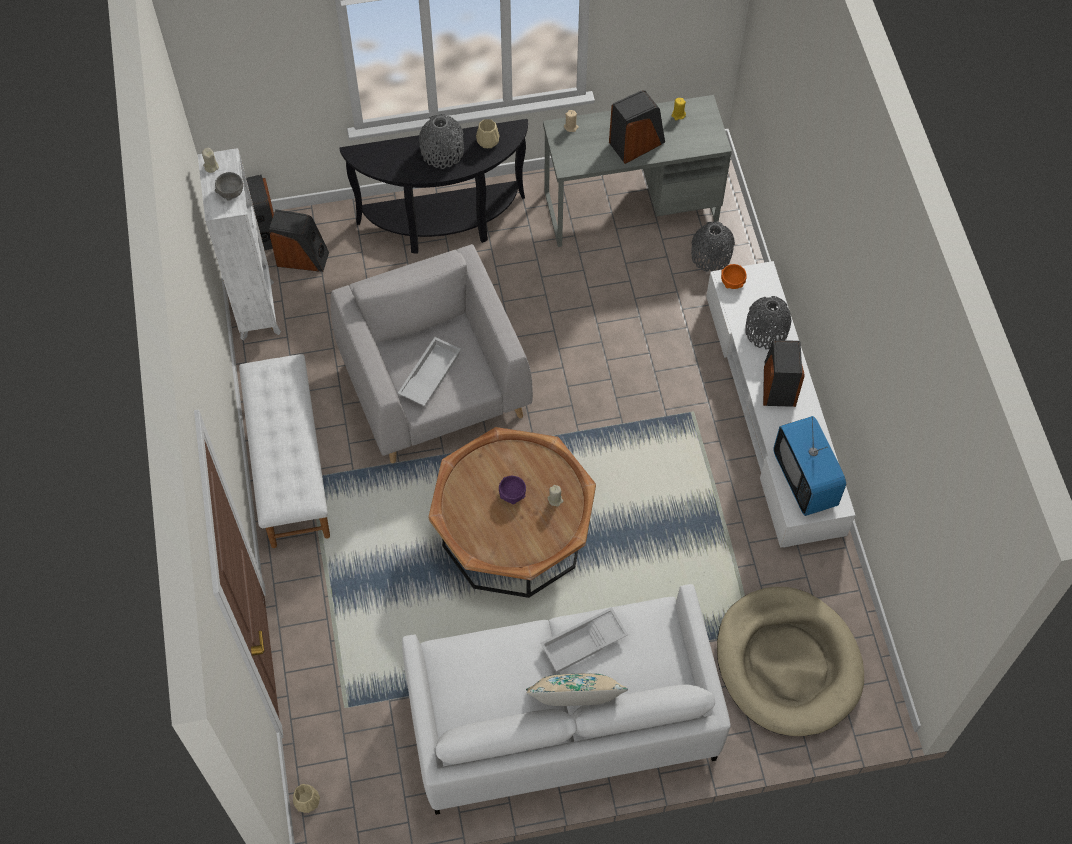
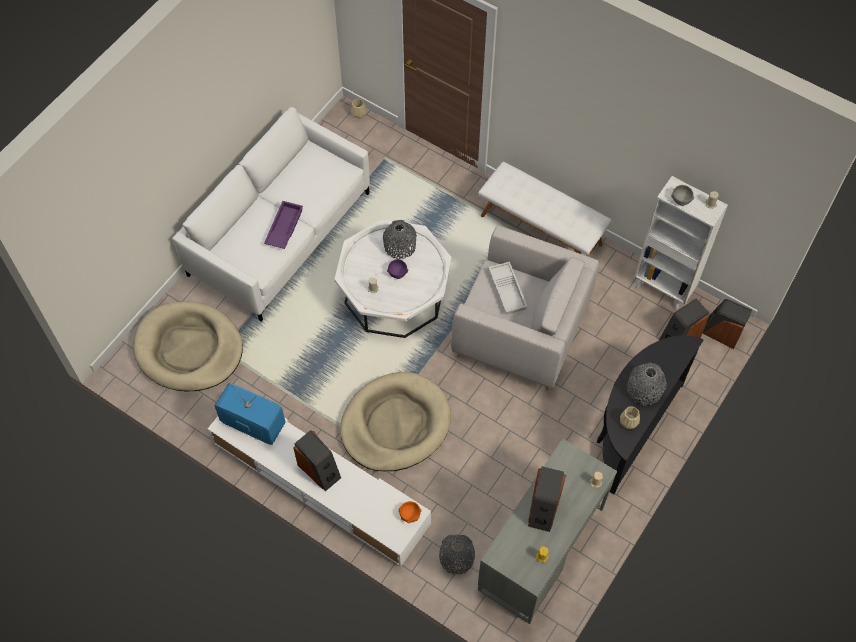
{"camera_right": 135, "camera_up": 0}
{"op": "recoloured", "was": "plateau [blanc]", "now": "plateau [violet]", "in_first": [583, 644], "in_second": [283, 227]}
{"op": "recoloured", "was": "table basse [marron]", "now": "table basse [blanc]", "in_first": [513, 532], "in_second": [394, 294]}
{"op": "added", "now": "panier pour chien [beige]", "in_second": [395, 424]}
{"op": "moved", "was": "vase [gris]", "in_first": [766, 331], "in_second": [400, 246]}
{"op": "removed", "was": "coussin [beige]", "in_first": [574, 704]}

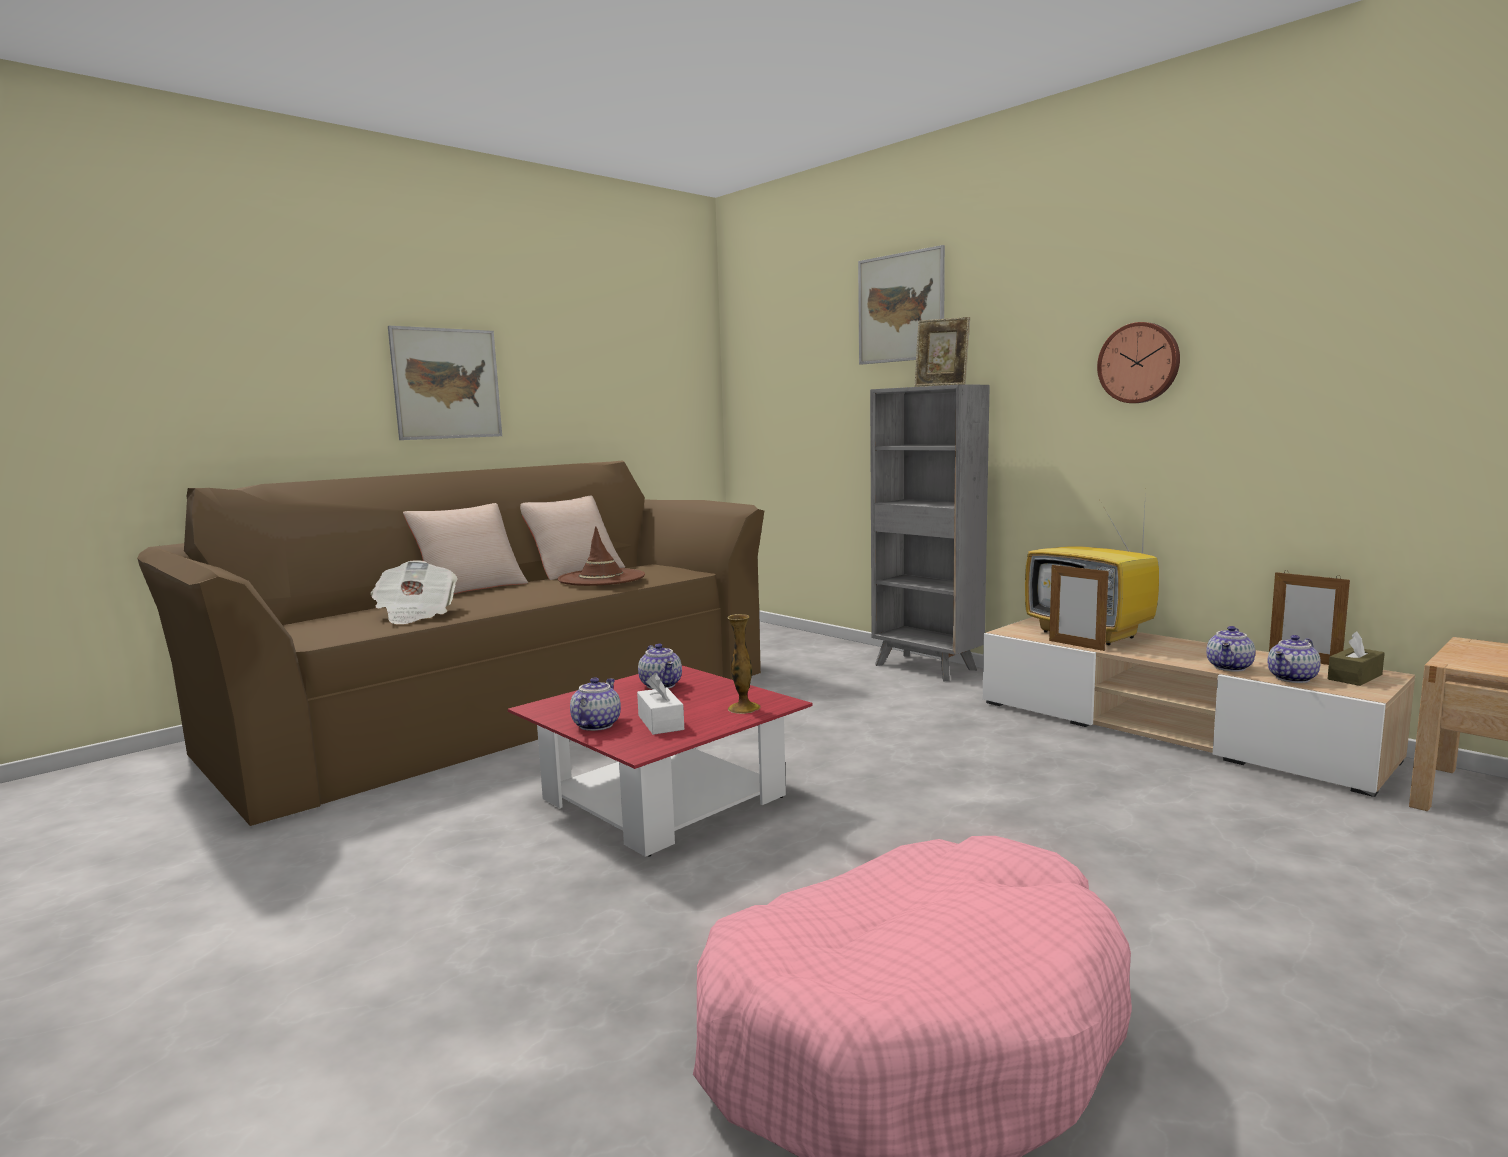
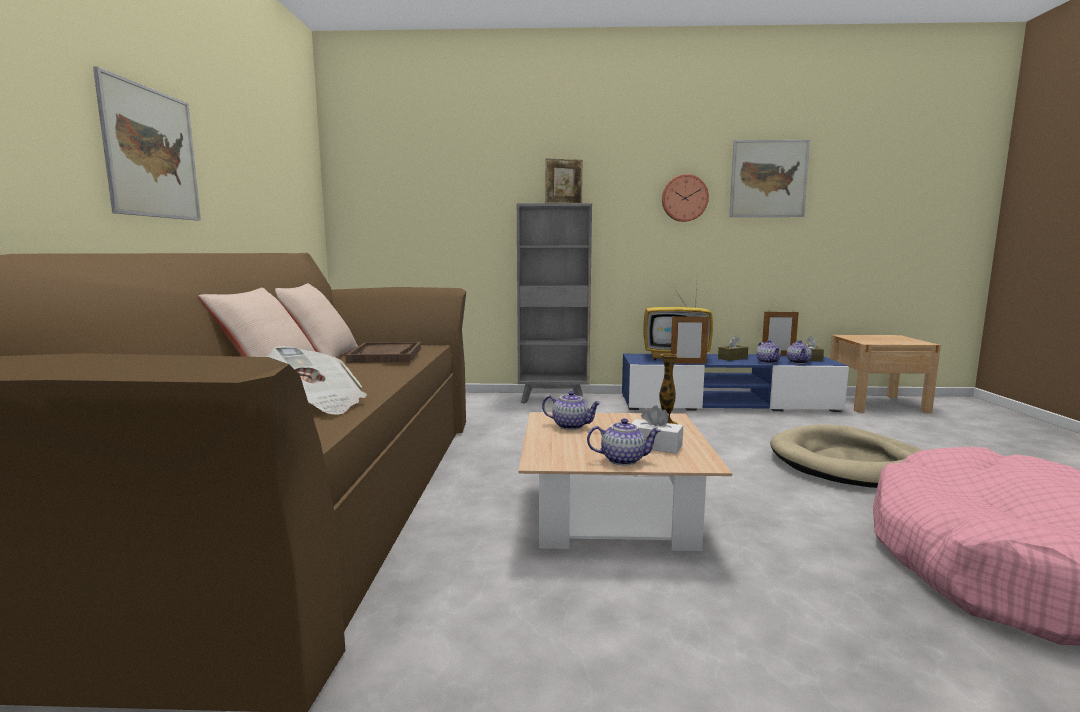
{"camera_right": -45, "camera_up": 0}
{"op": "replaced", "was": "chapeau [marron]", "now": "plateau [marron]", "in_first": [601, 578], "in_second": [386, 355]}
{"op": "recoloured", "was": "table basse [rouge]", "now": "table basse [beige]", "in_first": [663, 798], "in_second": [612, 514]}
{"op": "turned", "was": "théière", "in_first": [595, 725], "in_second": [623, 460], "clockwise": 120}
{"op": "recoloured", "was": "meuble télé [beige]", "now": "meuble télé [bleu]", "in_first": [1171, 729], "in_second": [726, 403]}
{"op": "added", "now": "boîte à mouchoirs [marron]", "in_second": [732, 358]}
{"op": "moved", "was": "tableau", "in_first": [900, 308], "in_second": [768, 179]}
{"op": "added", "now": "panier pour chien [beige]", "in_second": [850, 463]}

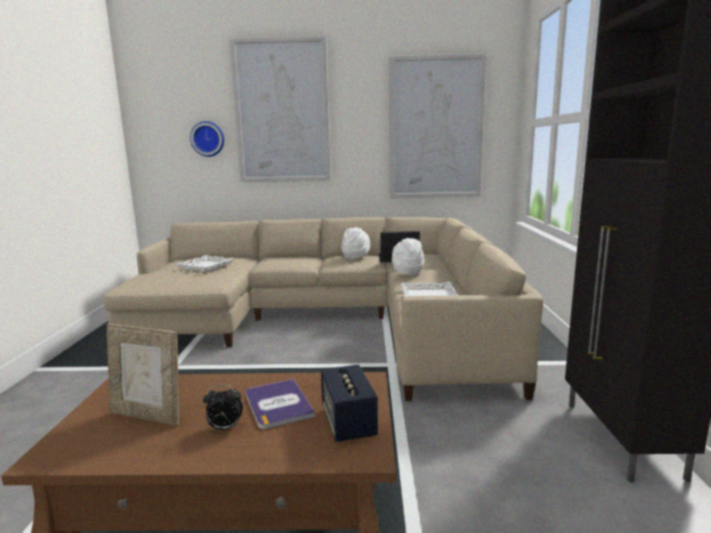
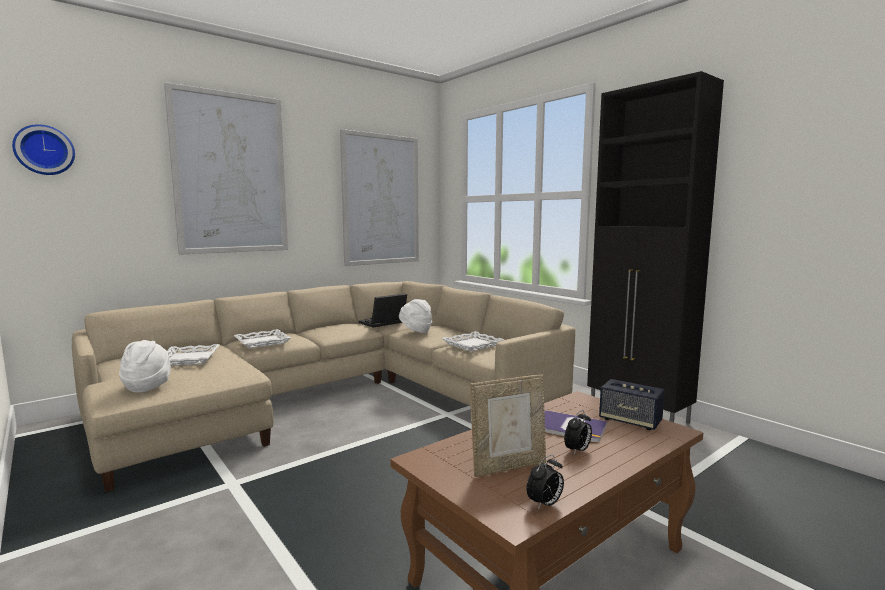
{"camera_right": -40, "camera_up": -5}
{"op": "moved", "was": "horloge murale", "in_first": [208, 139], "in_second": [44, 150]}
{"op": "moved", "was": "chapeau [blanc]", "in_first": [356, 257], "in_second": [147, 386]}
{"op": "added", "now": "plateau [blanc]", "in_second": [262, 342]}
{"op": "added", "now": "réveil", "in_second": [545, 504]}

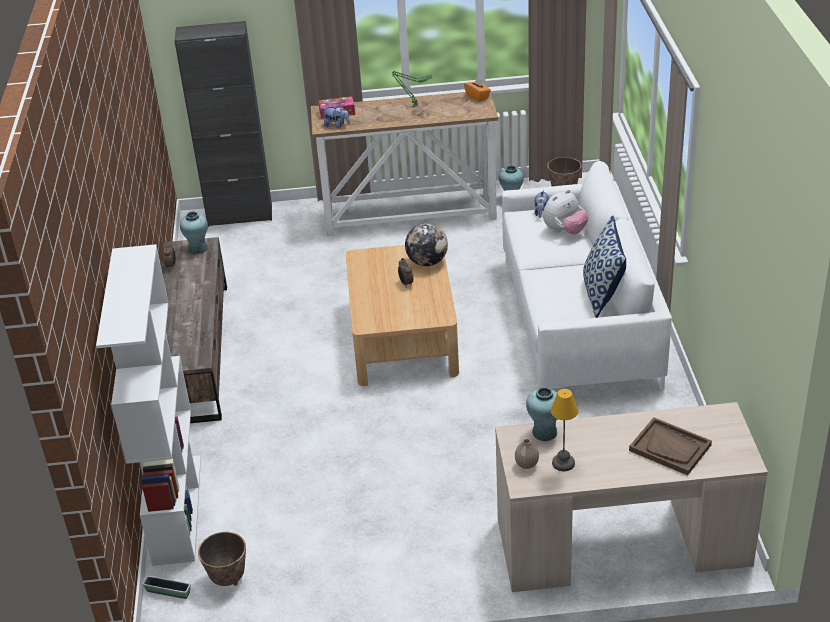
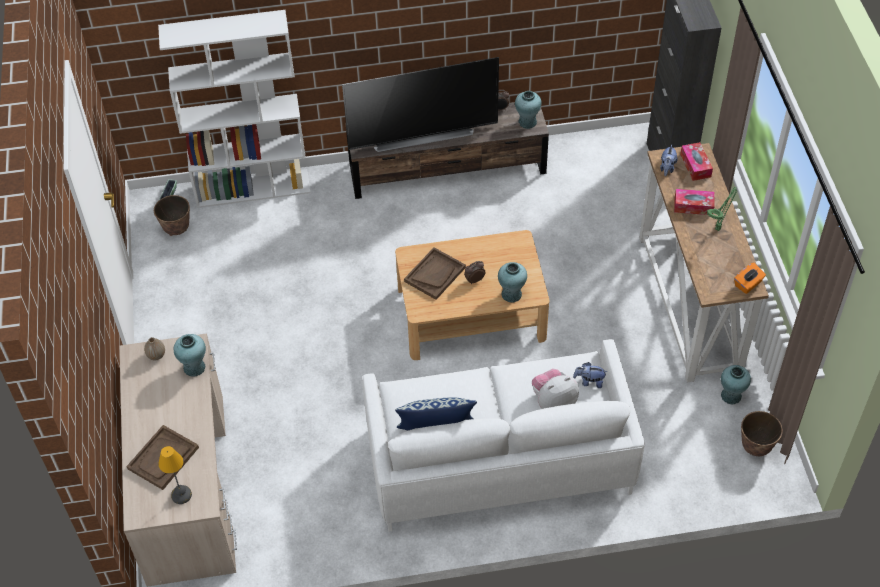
{"camera_right": 85, "camera_up": 15}
{"op": "moved", "was": "lampe de table", "in_first": [563, 463], "in_second": [181, 494]}
{"op": "added", "now": "téléviseur", "in_second": [422, 134]}
{"op": "added", "now": "plateau [marron]", "in_second": [435, 274]}
{"op": "replaced", "was": "globe", "now": "vase [turquoise]", "in_first": [427, 262], "in_second": [511, 294]}
{"op": "turned", "was": "peluche", "in_first": [564, 231], "in_second": [553, 402], "clockwise": 105}
{"op": "added", "now": "boîte à mouchoirs", "in_second": [693, 206]}

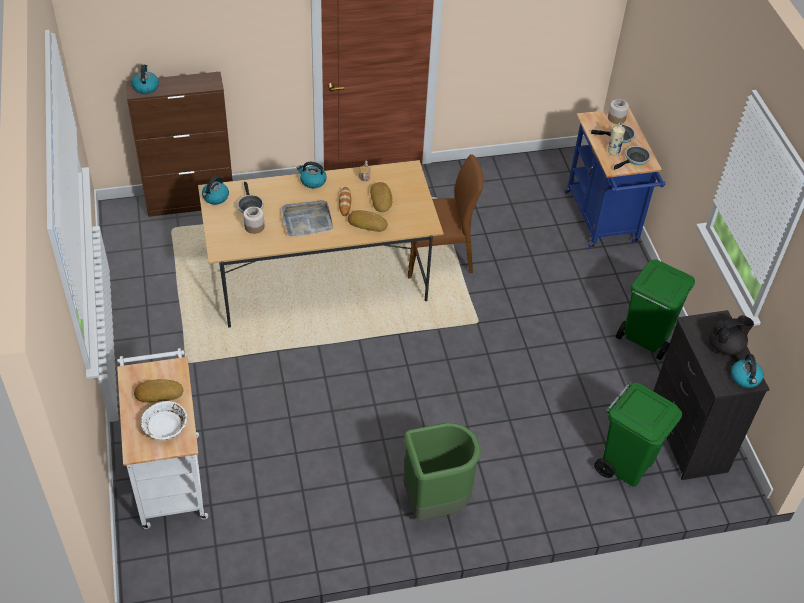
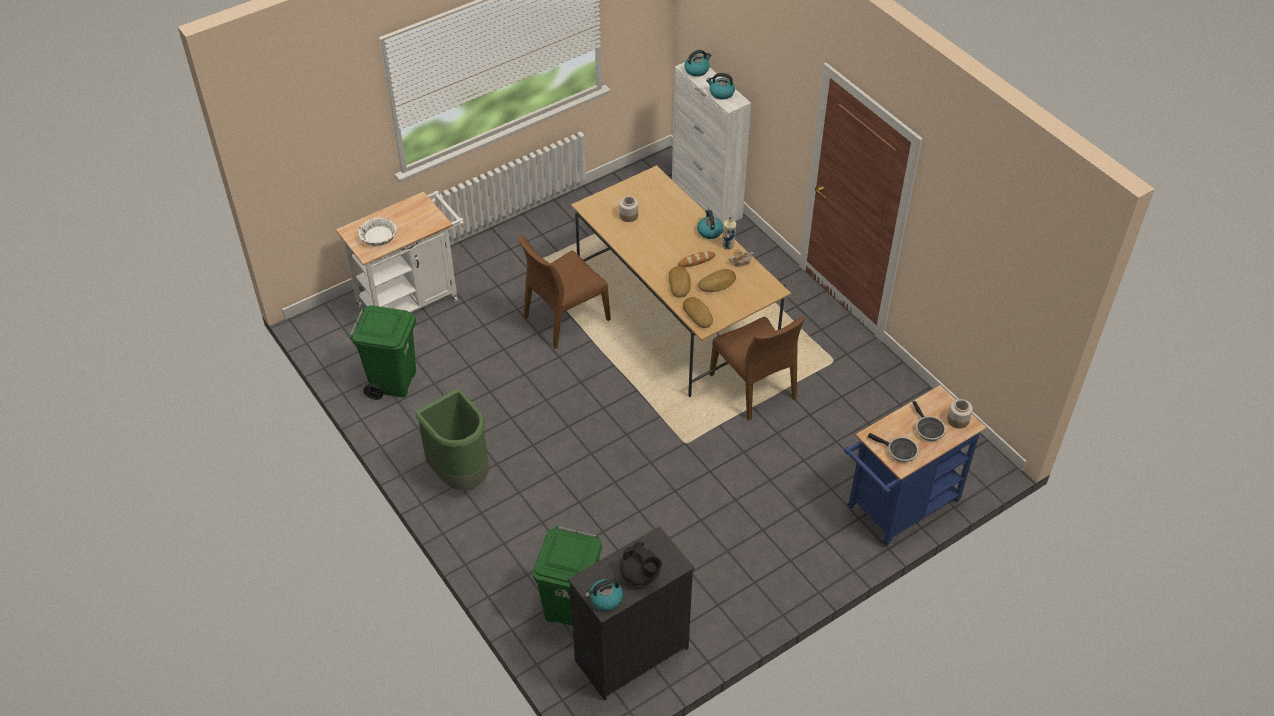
{"camera_right": 70, "camera_up": 0}
{"op": "moved", "was": "poubelle [vert]", "in_first": [645, 338], "in_second": [393, 382]}
{"op": "added", "now": "chaise [marron]", "in_second": [565, 318]}
{"op": "recoloured", "was": "meuble de rangement [marron]", "now": "meuble de rangement [blanc]", "in_first": [191, 202], "in_second": [706, 199]}
{"op": "moved", "was": "pain", "in_first": [158, 393], "in_second": [698, 314]}
{"op": "moved", "was": "bouilloire", "in_first": [215, 197], "in_second": [721, 93]}
{"op": "moved", "was": "bouteille [beige]", "in_first": [613, 152], "in_second": [728, 245]}
{"op": "removed", "was": "poêle", "in_first": [249, 206]}
{"op": "removed", "was": "plateau [gris]", "in_first": [306, 220]}

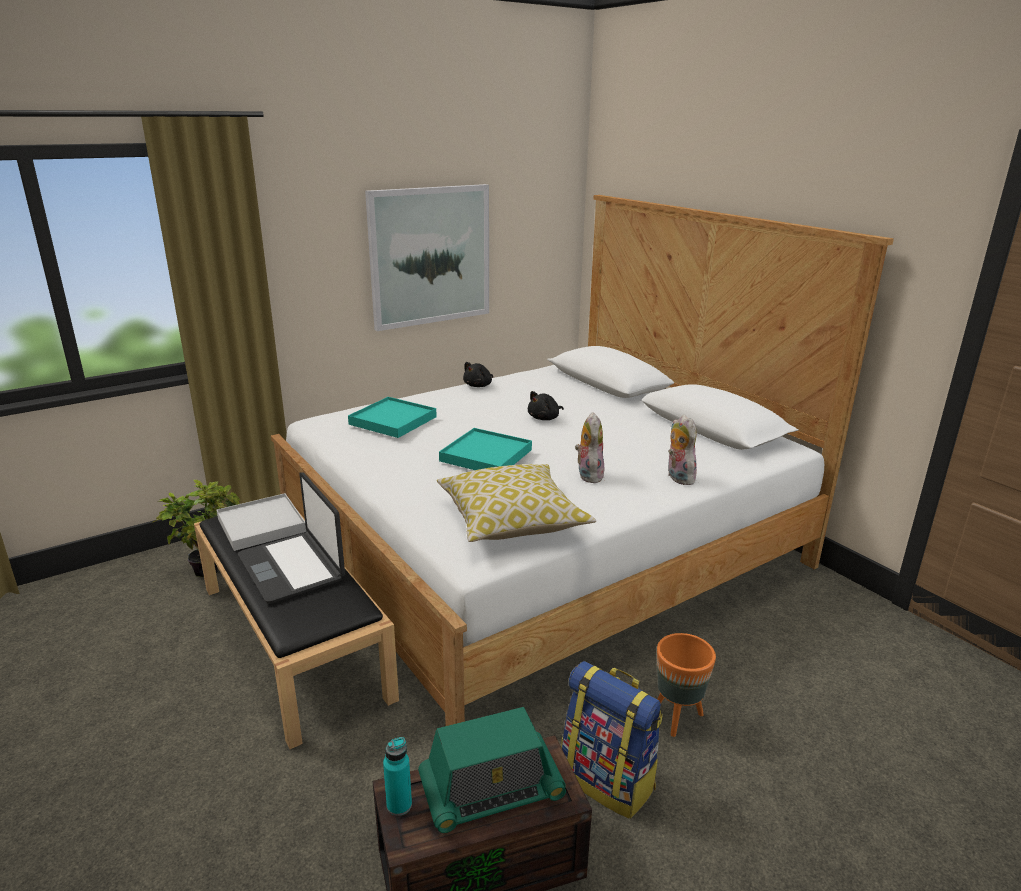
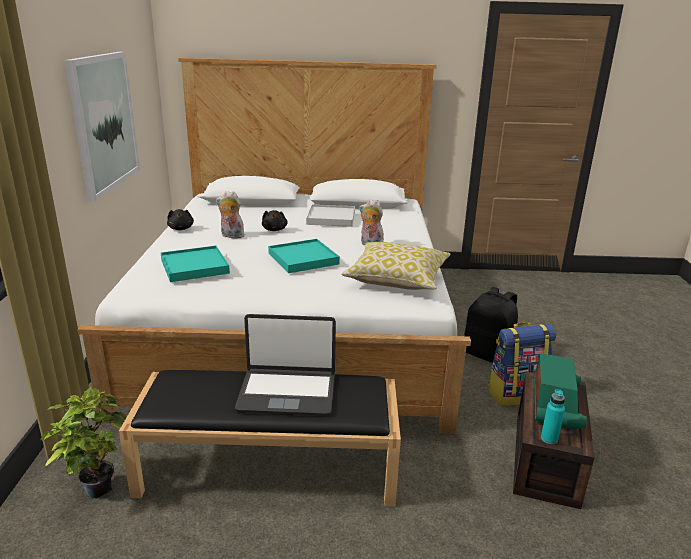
{"camera_right": -55, "camera_up": 0}
{"op": "moved", "was": "peluche", "in_first": [677, 477], "in_second": [231, 236]}
{"op": "moved", "was": "plateau [blanc]", "in_first": [261, 525], "in_second": [331, 218]}
{"op": "replaced", "was": "cache-pot [orange]", "now": "sac à dos [noir]", "in_first": [677, 718], "in_second": [488, 355]}

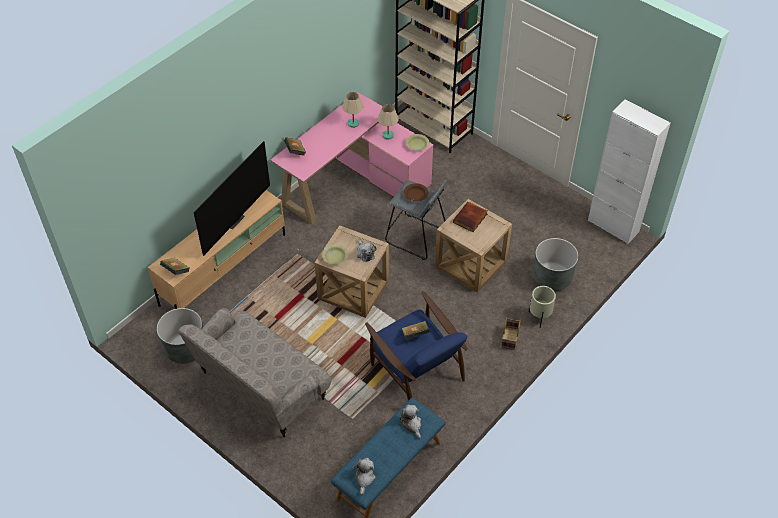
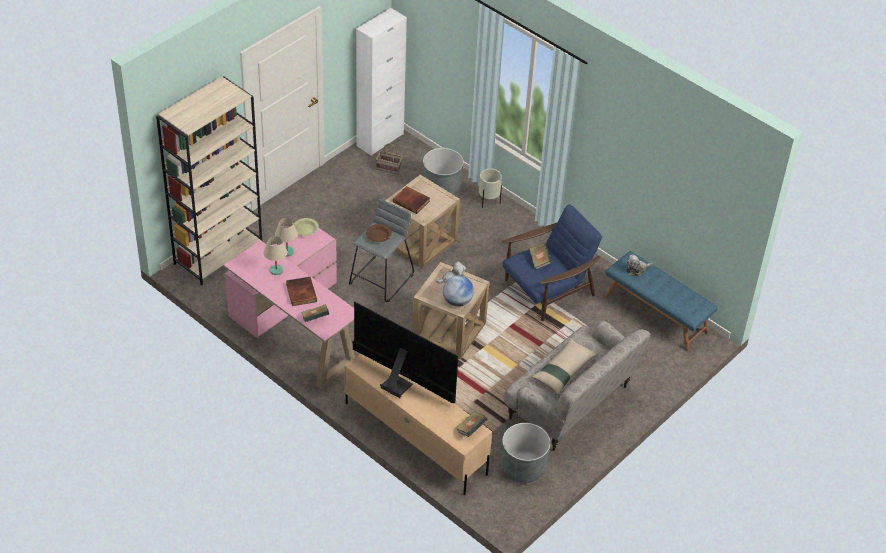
{"camera_right": -90, "camera_up": -5}
{"op": "added", "now": "livre", "in_second": [300, 293]}
{"op": "moved", "was": "panier", "in_first": [510, 339], "in_second": [389, 168]}
{"op": "replaced", "was": "bol [jaune]", "now": "globe", "in_first": [335, 257], "in_second": [457, 301]}
{"op": "added", "now": "coussin [beige]", "in_second": [563, 371]}
{"op": "removed", "was": "peluche", "in_first": [364, 478]}

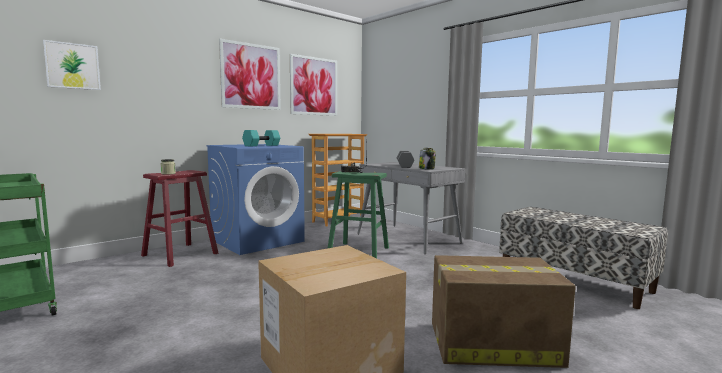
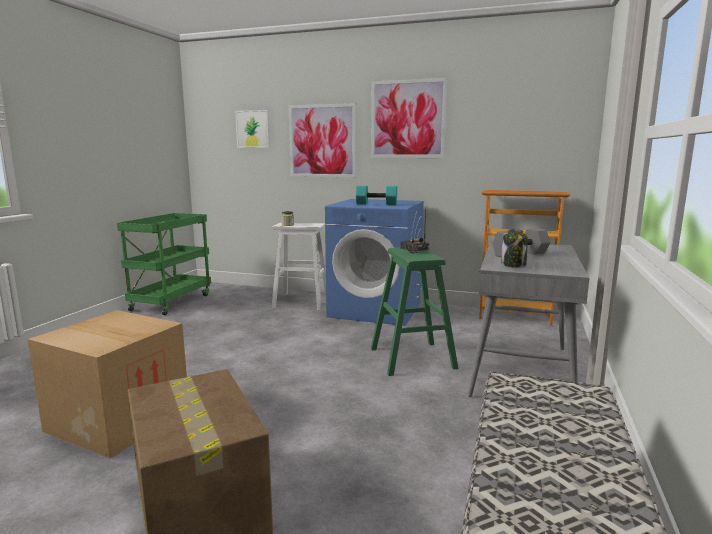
{"camera_right": 60, "camera_up": 5}
{"op": "recoloured", "was": "tabouret [rouge]", "now": "tabouret [blanc]", "in_first": [180, 254], "in_second": [301, 301]}
{"op": "moved", "was": "tableau", "in_first": [314, 86], "in_second": [322, 141]}

